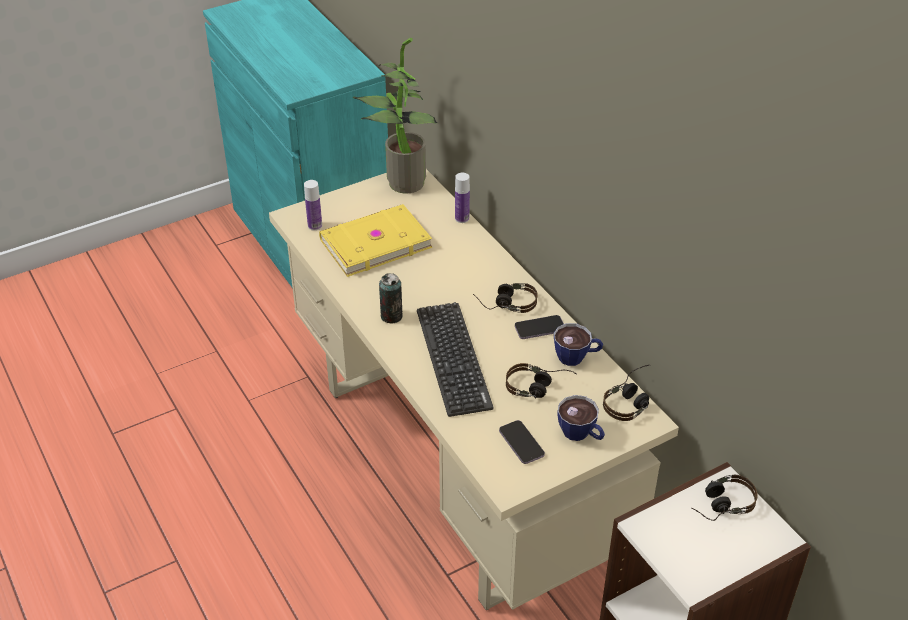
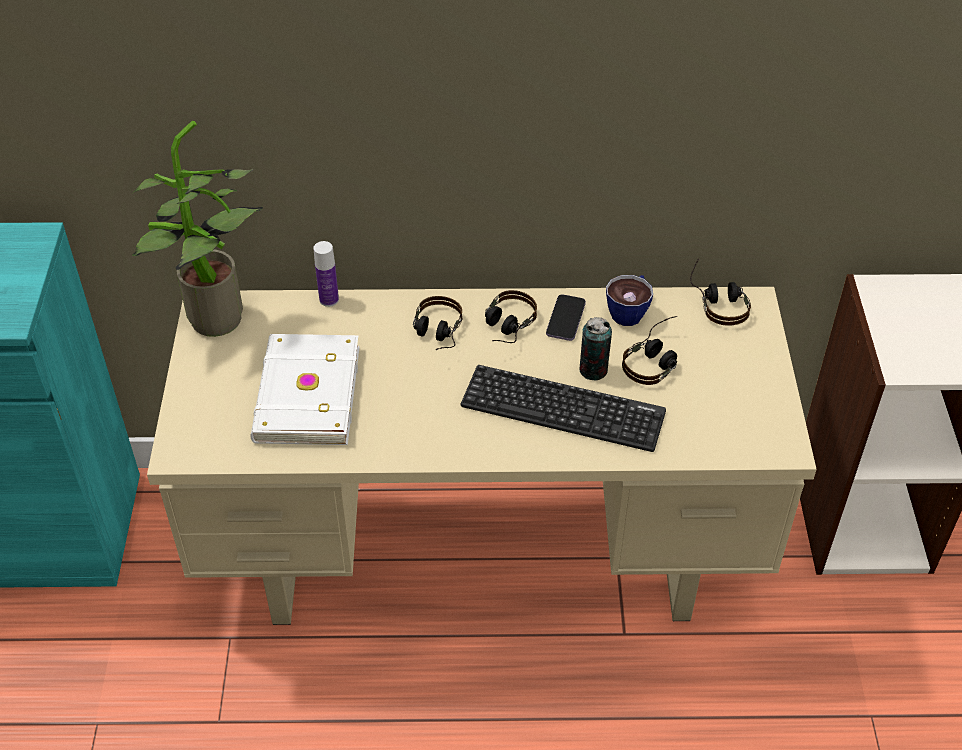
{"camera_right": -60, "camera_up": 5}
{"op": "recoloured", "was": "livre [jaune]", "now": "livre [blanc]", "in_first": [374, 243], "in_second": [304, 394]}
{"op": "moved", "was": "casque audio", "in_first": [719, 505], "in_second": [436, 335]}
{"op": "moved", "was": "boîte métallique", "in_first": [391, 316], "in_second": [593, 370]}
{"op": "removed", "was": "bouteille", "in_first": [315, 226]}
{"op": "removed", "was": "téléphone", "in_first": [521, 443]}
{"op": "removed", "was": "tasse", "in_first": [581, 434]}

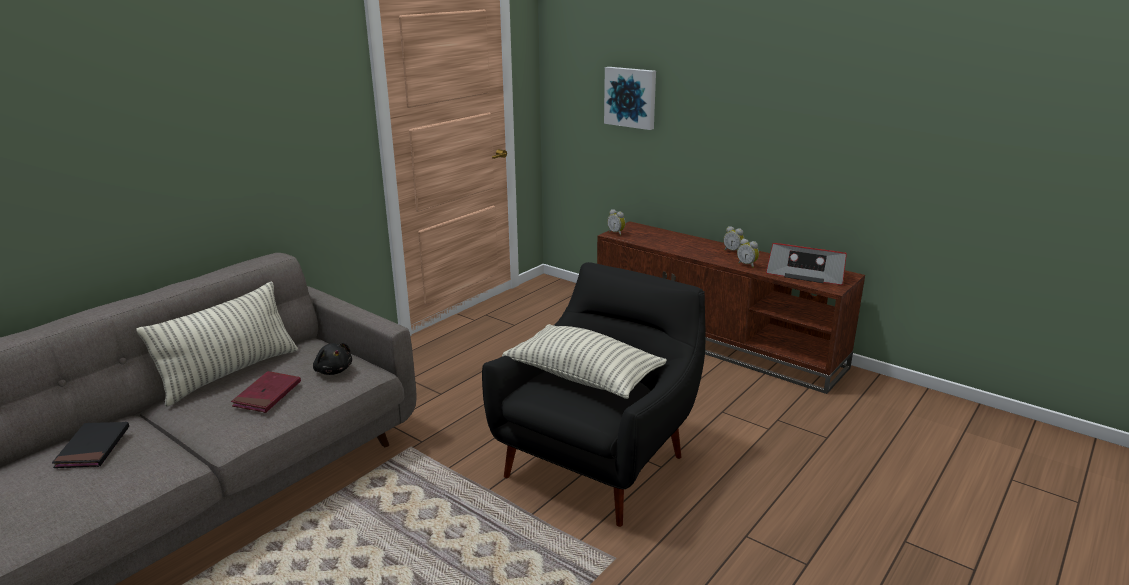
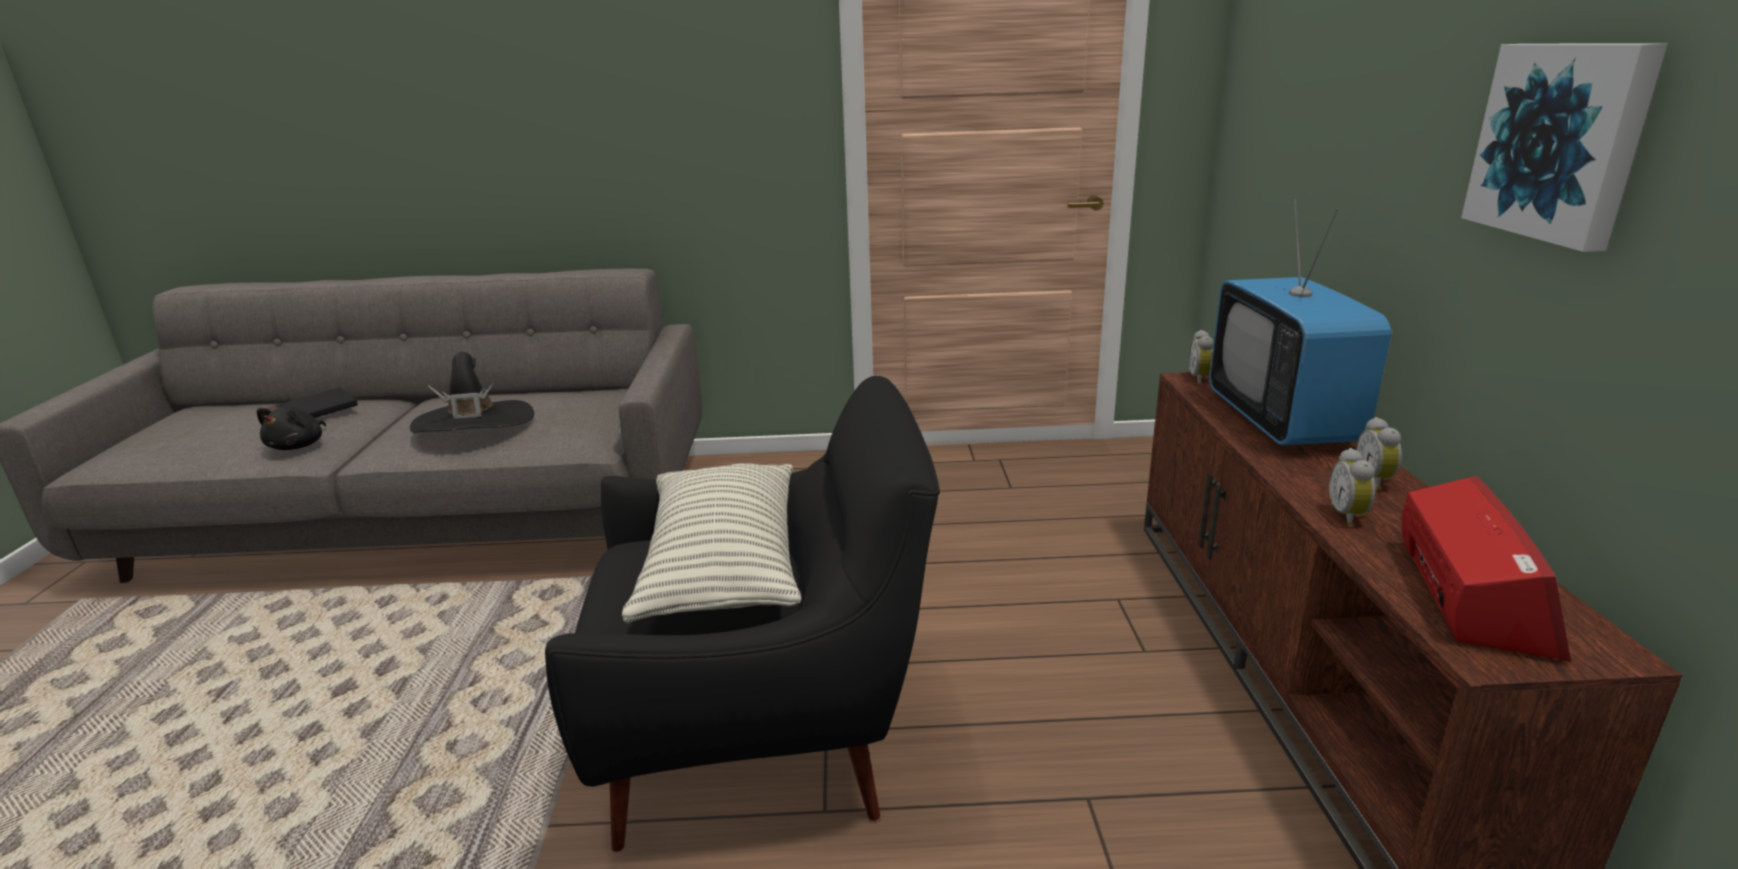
{"camera_right": 50, "camera_up": 0}
{"op": "moved", "was": "peluche [noir]", "in_first": [333, 370], "in_second": [299, 446]}
{"op": "replaced", "was": "livre [rouge]", "now": "chapeau [noir]", "in_first": [267, 395], "in_second": [474, 424]}
{"op": "added", "now": "téléviseur", "in_second": [1281, 421]}
{"op": "turned", "was": "radio", "in_first": [806, 274], "in_second": [1471, 593], "clockwise": -150}
{"op": "moved", "was": "tableau", "in_first": [631, 97], "in_second": [1561, 141]}
{"op": "removed", "was": "coussin", "in_first": [230, 373]}

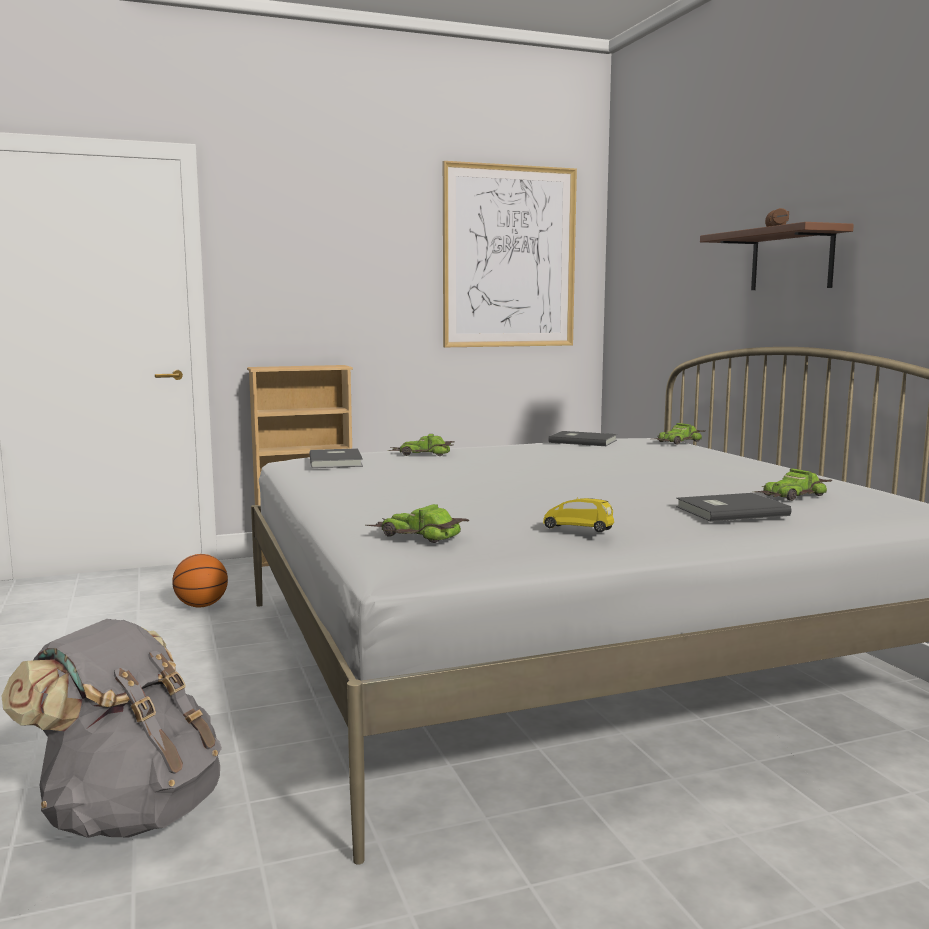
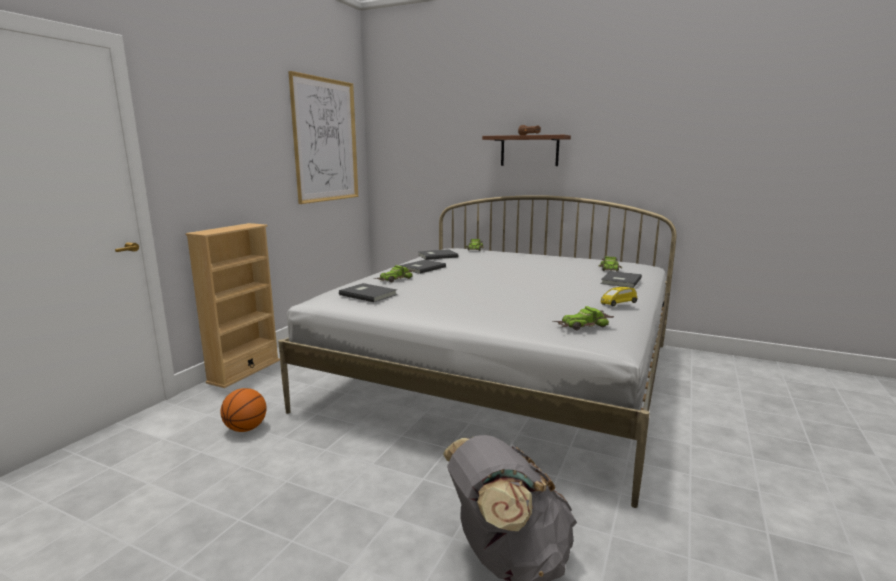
{"camera_right": -45, "camera_up": 5}
{"op": "added", "now": "livre [gris]", "in_second": [421, 268]}

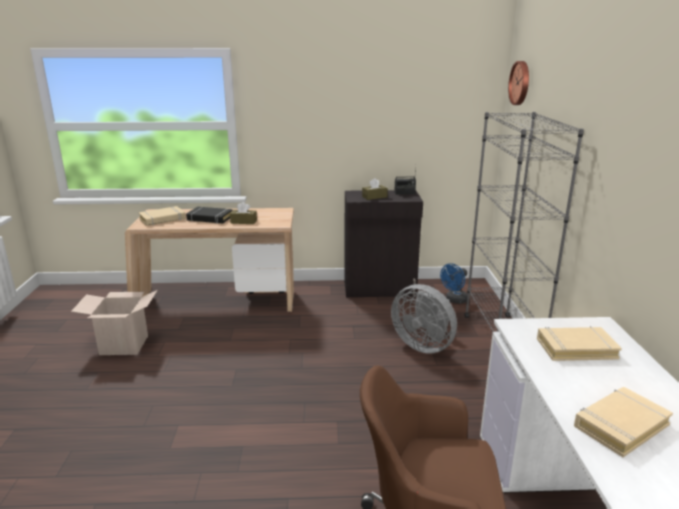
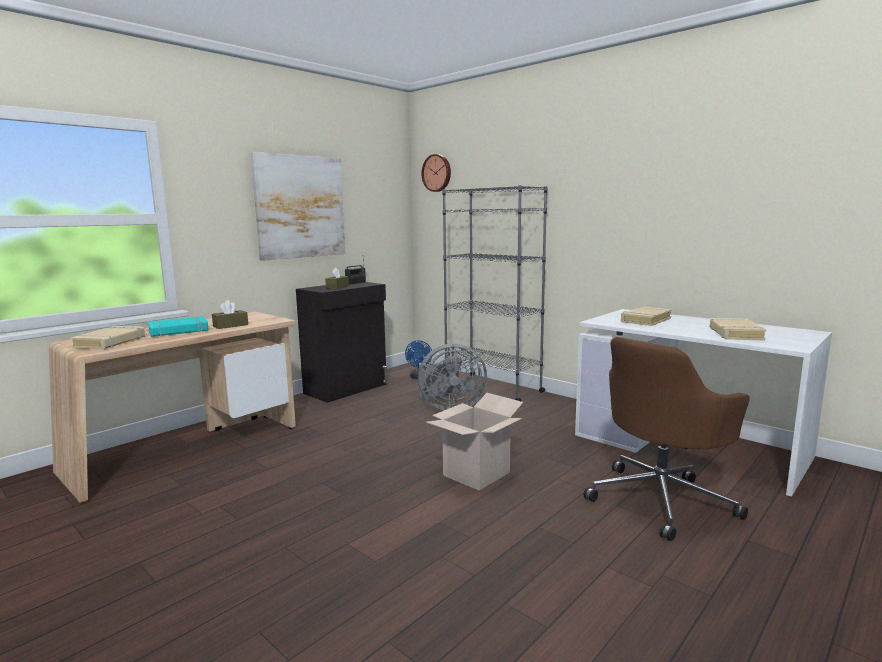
{"camera_right": -45, "camera_up": -10}
{"op": "recoloured", "was": "livre [noir]", "now": "livre [turquoise]", "in_first": [209, 218], "in_second": [178, 331]}
{"op": "added", "now": "tableau", "in_second": [300, 207]}
{"op": "moved", "was": "carton", "in_first": [124, 345], "in_second": [476, 474]}

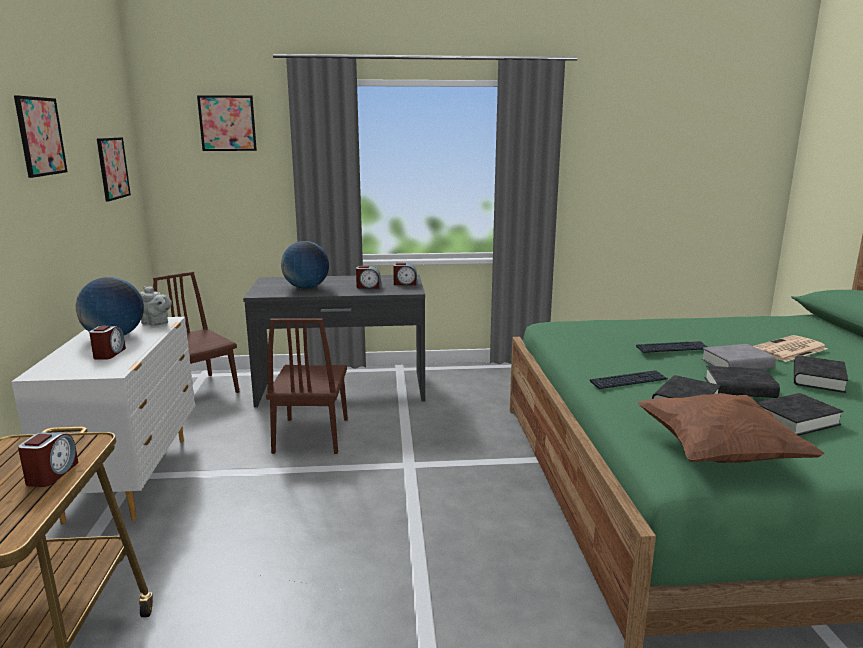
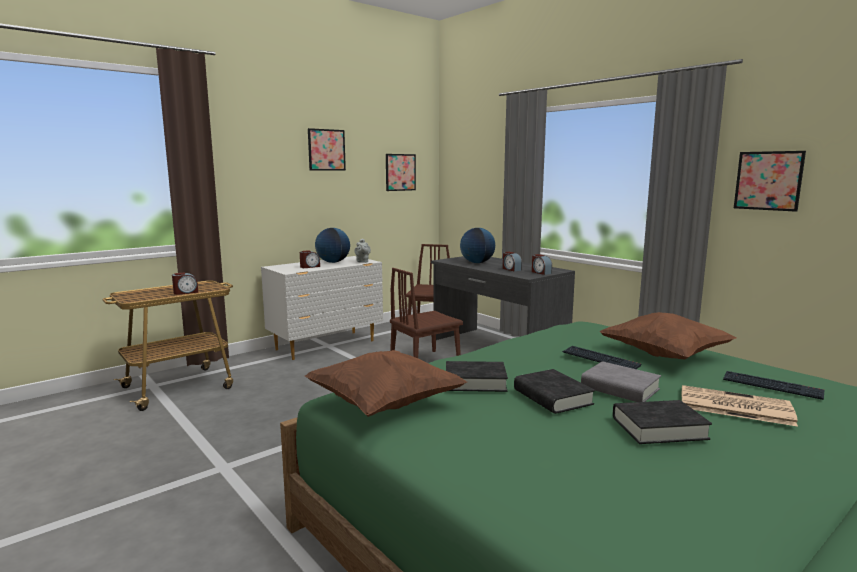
{"camera_right": 55, "camera_up": -5}
{"op": "added", "now": "coussin [marron]", "in_second": [665, 356]}
{"op": "moved", "was": "clavier", "in_first": [628, 381], "in_second": [771, 386]}
{"op": "moved", "was": "tableau", "in_first": [227, 123], "in_second": [768, 180]}
{"op": "removed", "was": "livre [noir]", "in_first": [794, 420]}

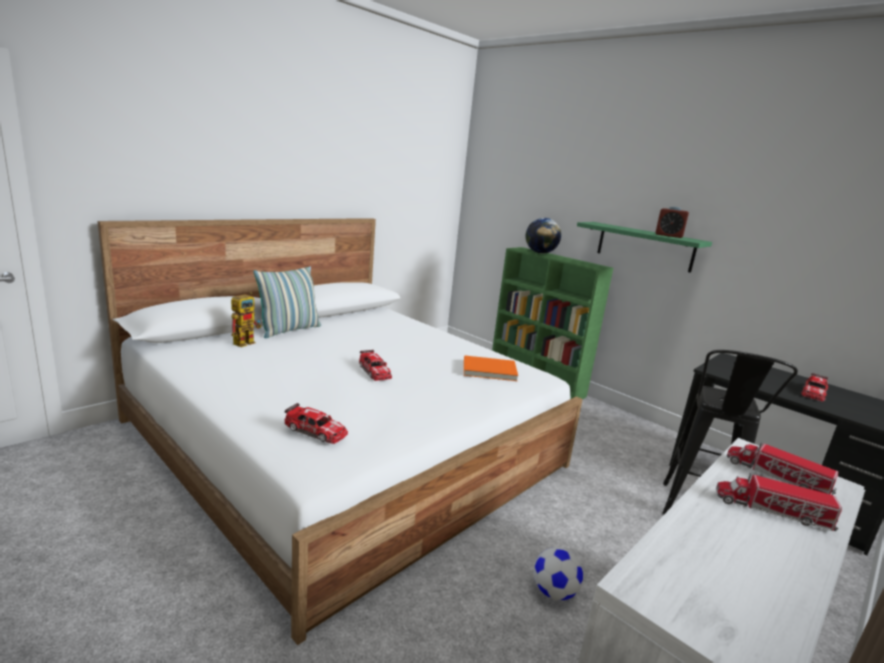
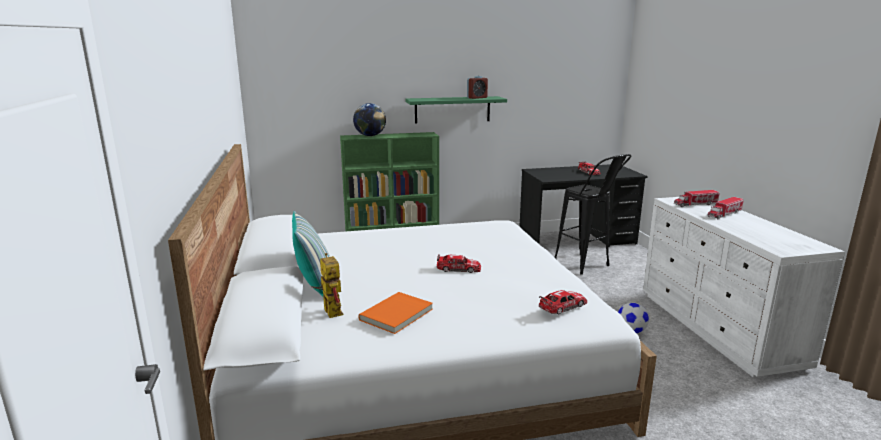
{"camera_right": -55, "camera_up": 0}
{"op": "moved", "was": "livre [orange]", "in_first": [489, 371], "in_second": [397, 315]}

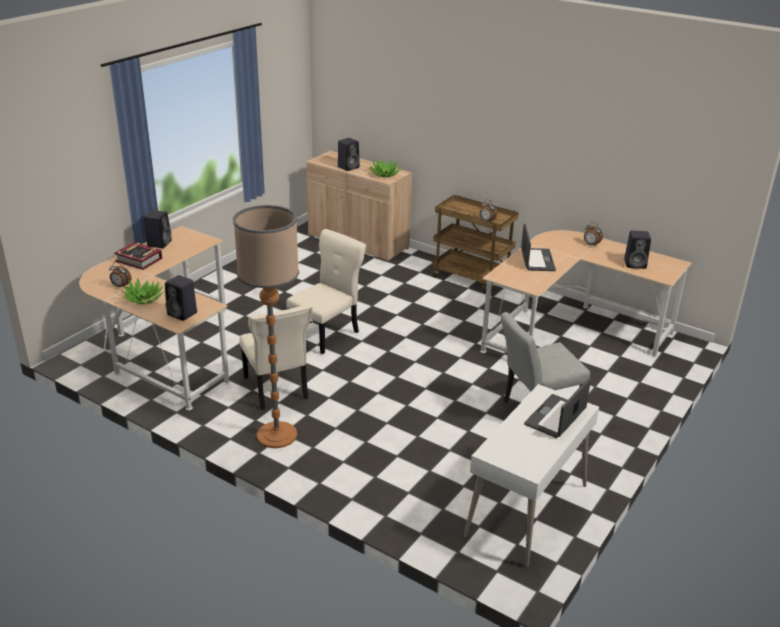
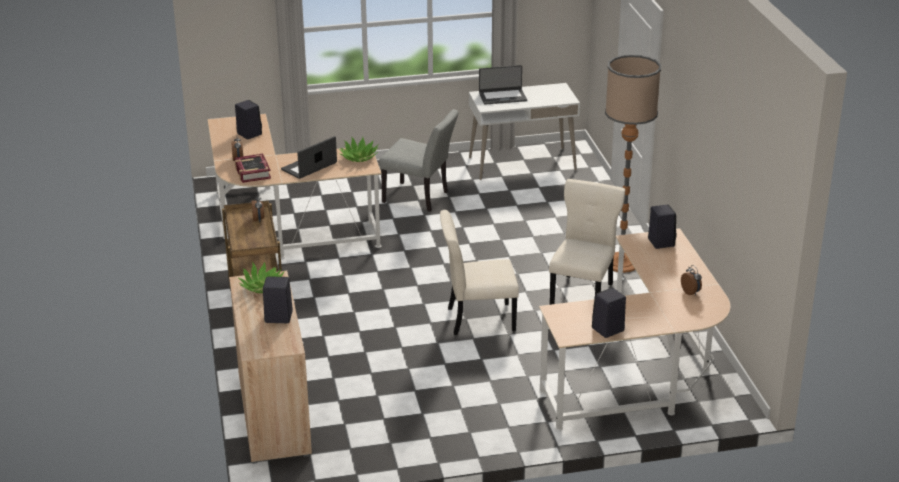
{"camera_right": -135, "camera_up": 0}
{"op": "moved", "was": "livre", "in_first": [139, 260], "in_second": [252, 172]}
{"op": "moved", "was": "plante en pot", "in_first": [144, 299], "in_second": [359, 157]}

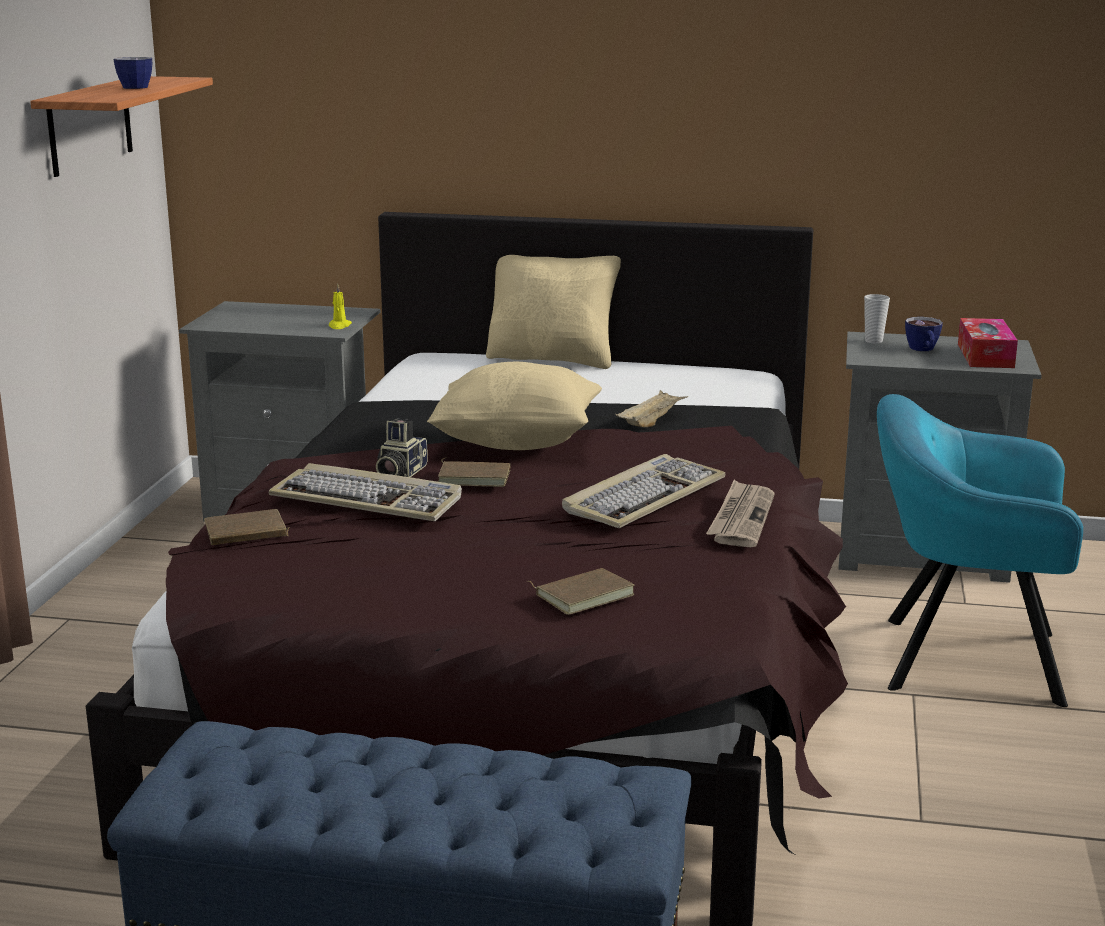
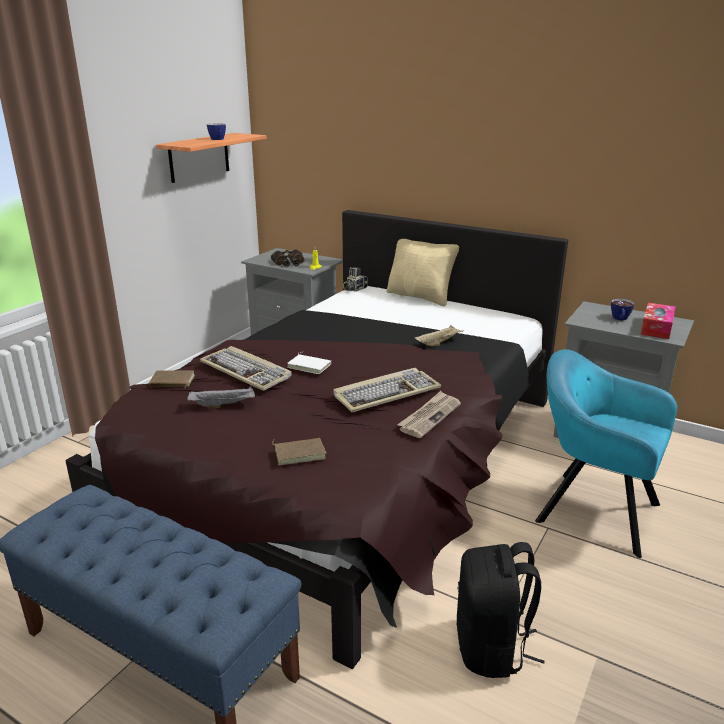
{"camera_right": 20, "camera_up": 5}
{"op": "added", "now": "plateau [gris]", "in_second": [223, 405]}
{"op": "added", "now": "jumelles", "in_second": [288, 263]}
{"op": "recoloured", "was": "livre [marron]", "now": "livre [blanc]", "in_first": [475, 477], "in_second": [310, 365]}
{"op": "moved", "was": "appareil photo", "in_first": [399, 473], "in_second": [354, 289]}
{"op": "added", "now": "sac à dos [noir]", "in_second": [491, 648]}
{"op": "removed", "was": "coussin [beige]", "in_first": [517, 443]}
{"op": "removed", "was": "tasse", "in_first": [873, 341]}

